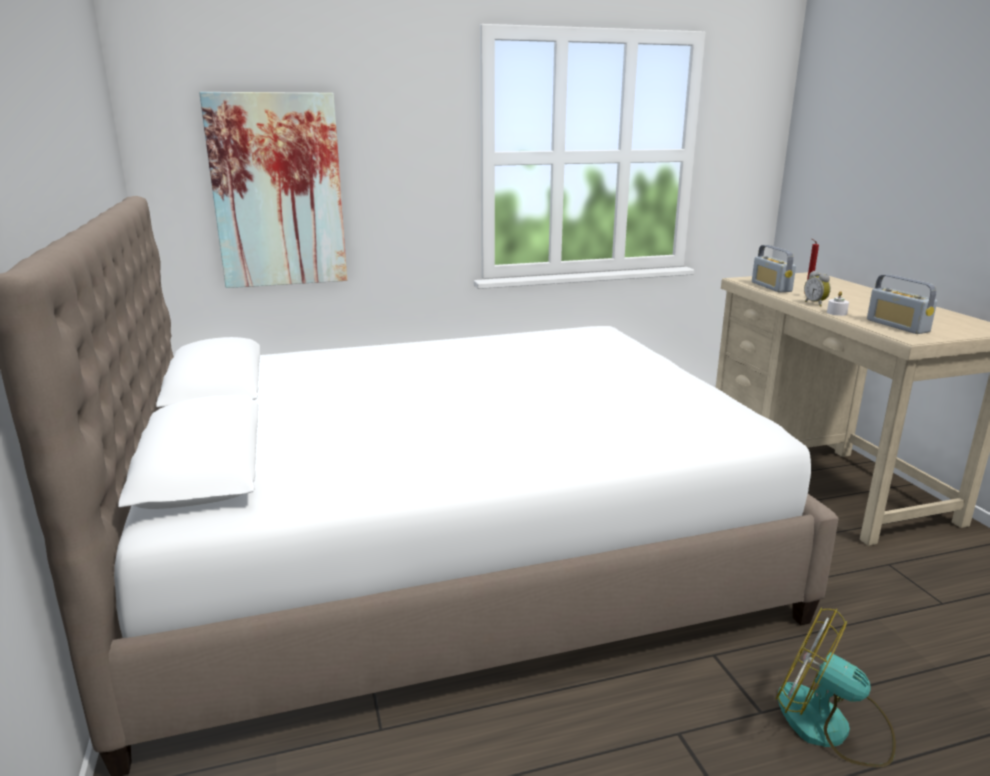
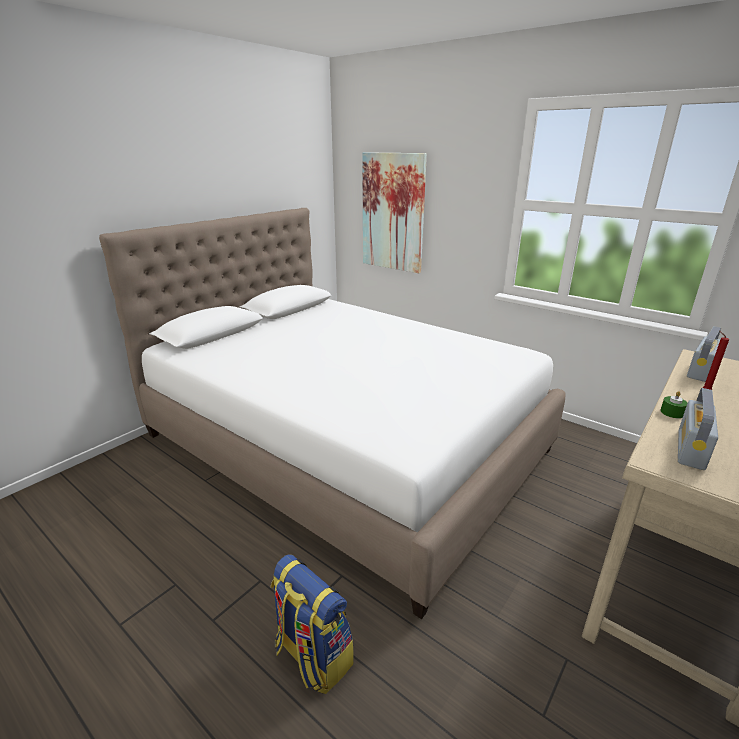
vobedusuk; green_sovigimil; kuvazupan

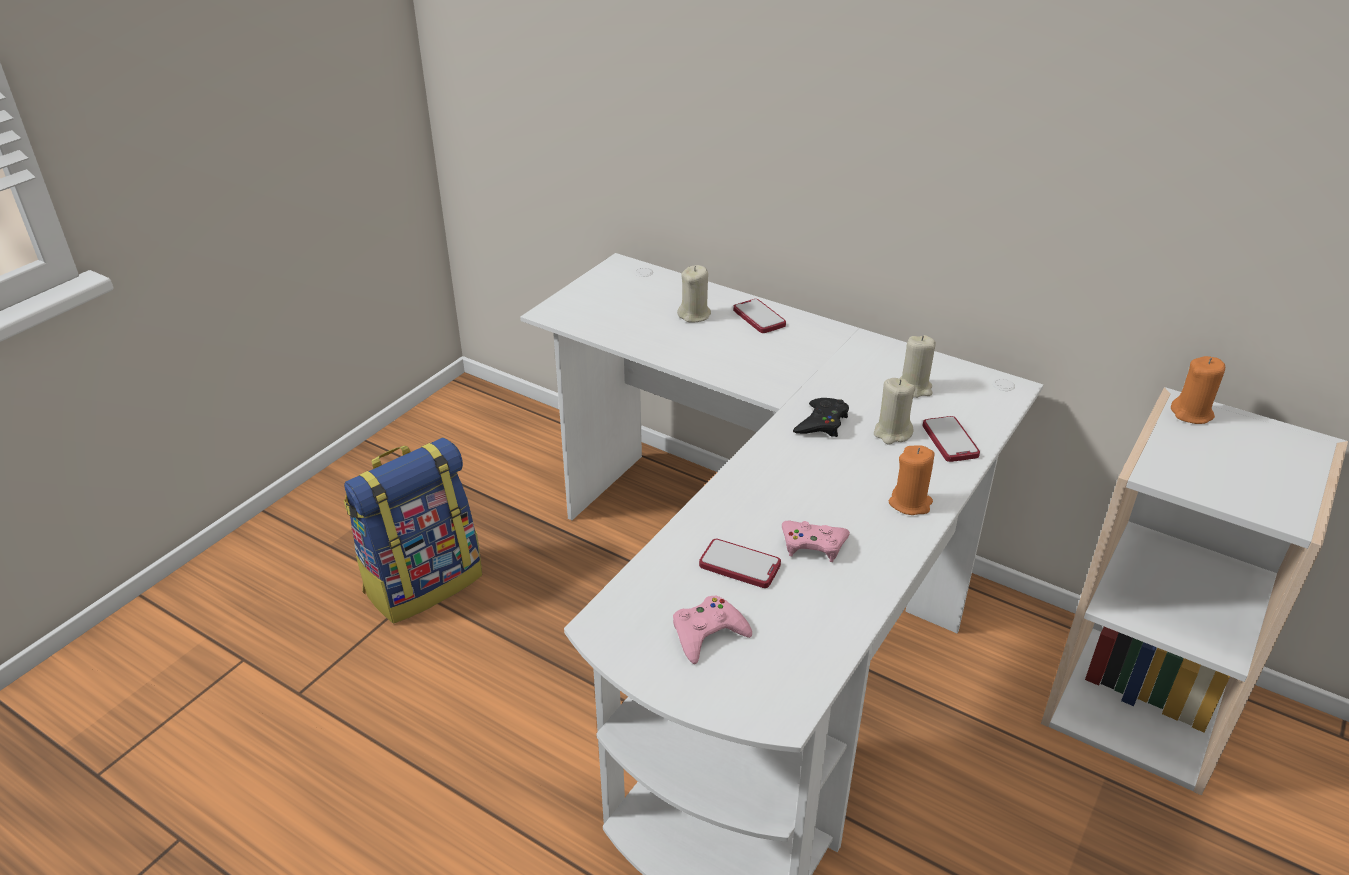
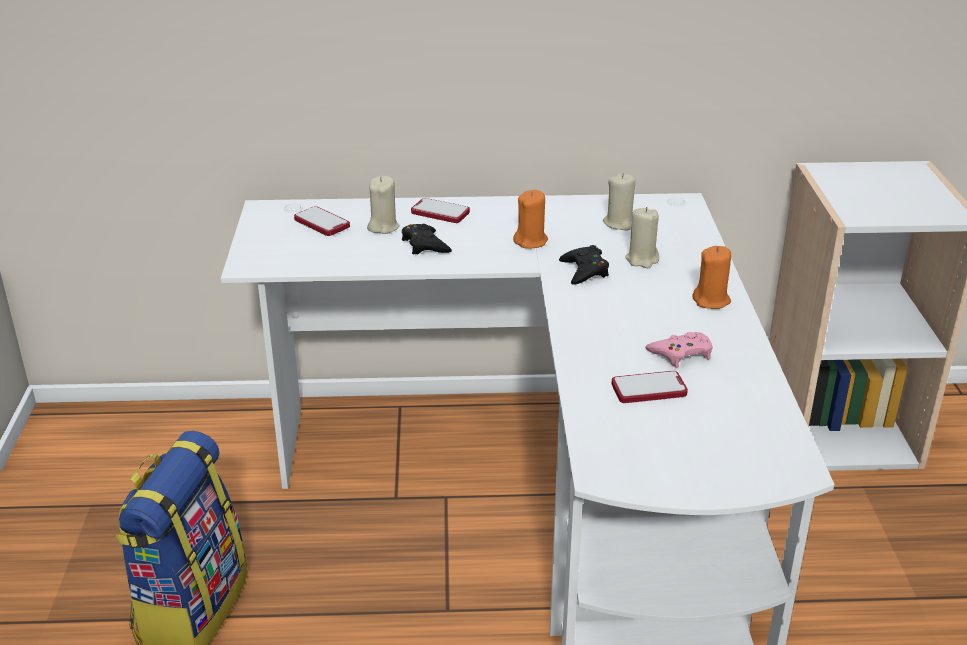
orange_sovigimil (no. 1 from left); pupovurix (no. 1 from left); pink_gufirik (no. 1 from left in the first image); black_gufirik (no. 1 from left)

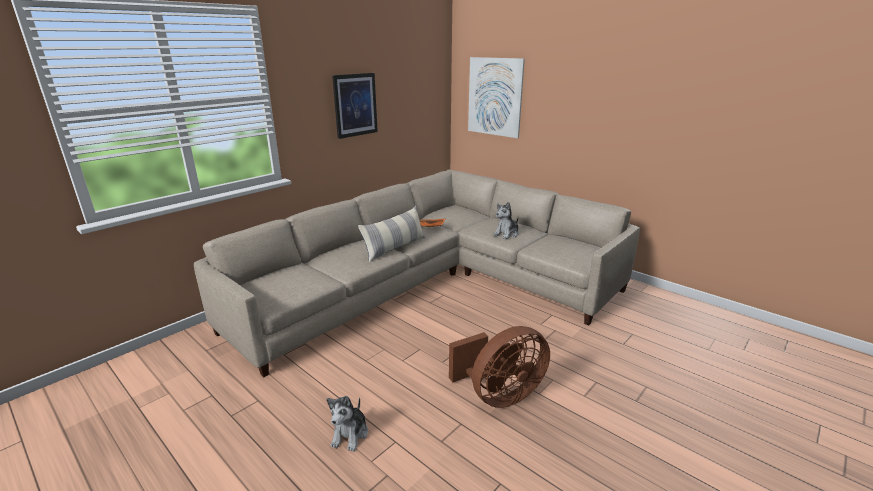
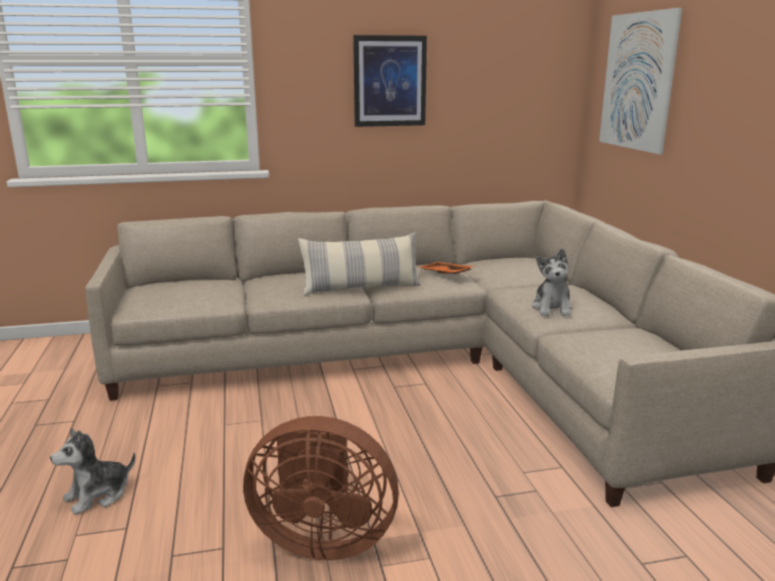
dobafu (no. 2 from left)

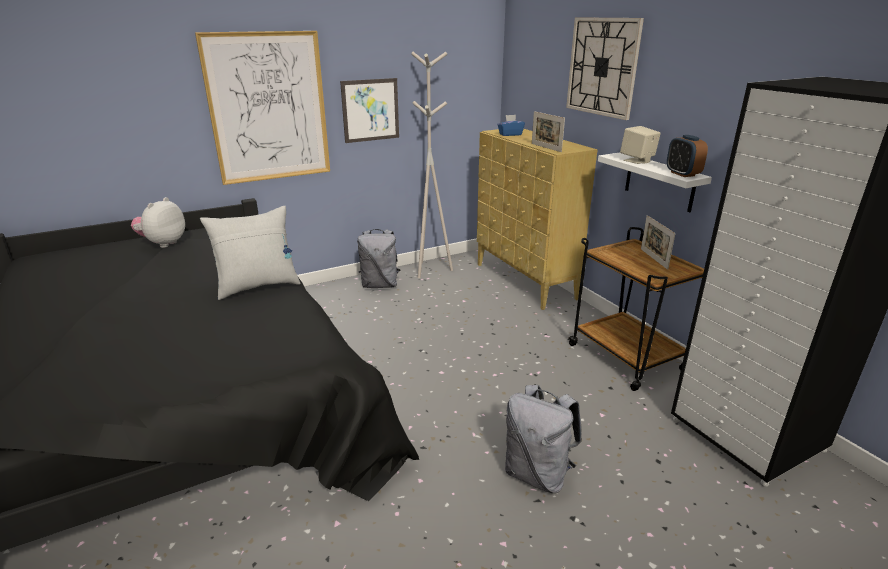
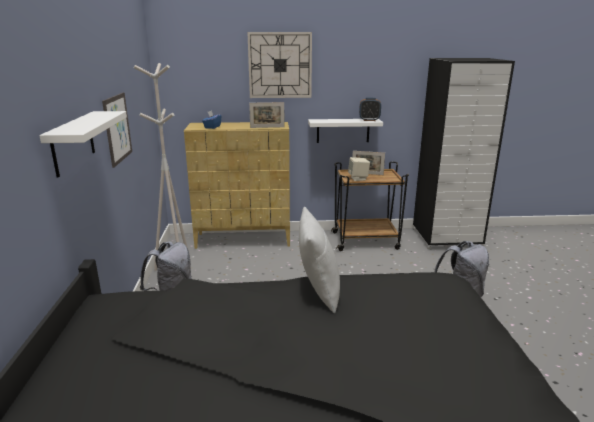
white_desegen (no. 1 from left); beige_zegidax; dobafu

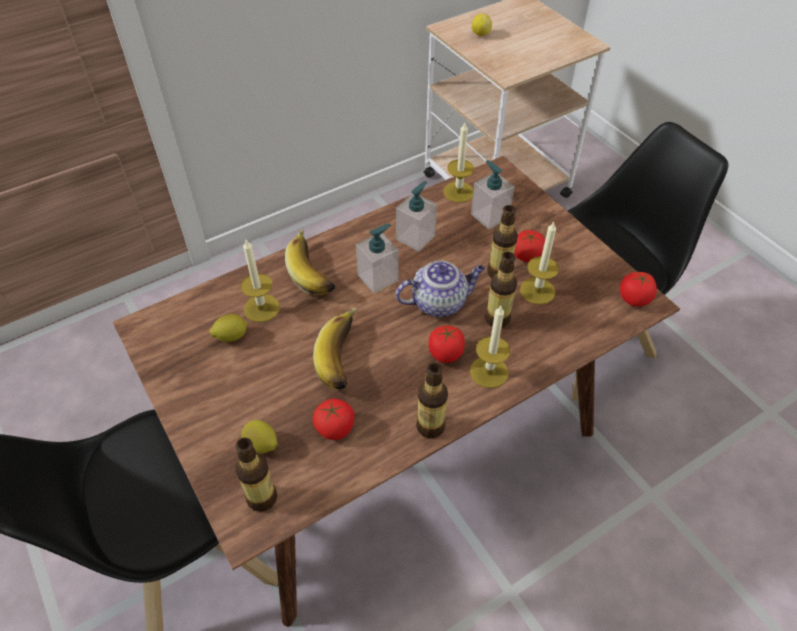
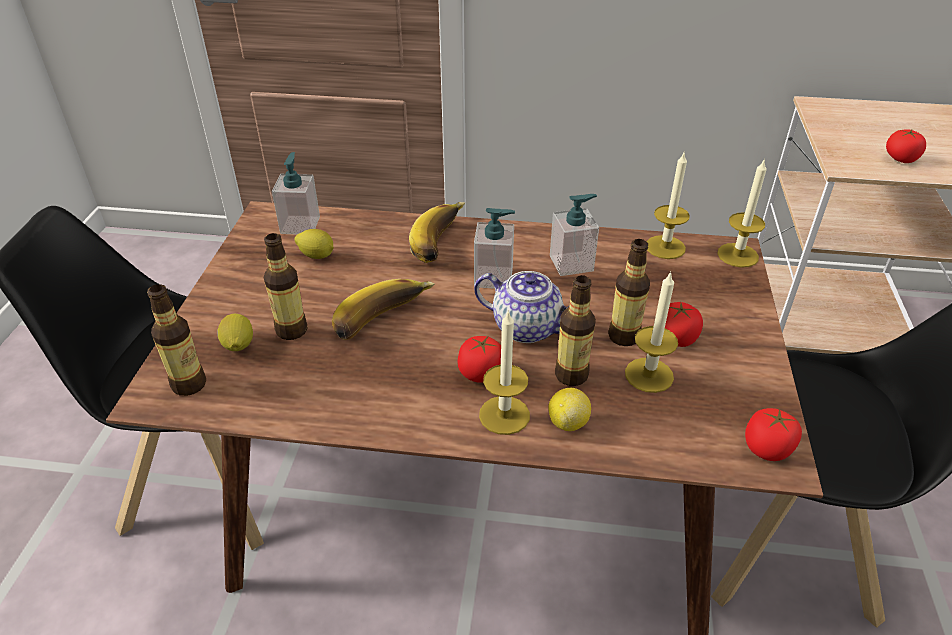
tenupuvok (no. 3 from left); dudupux (no. 1 from left); sovigimil (no. 4 from left); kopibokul (no. 2 from left); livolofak (no. 4 from left)

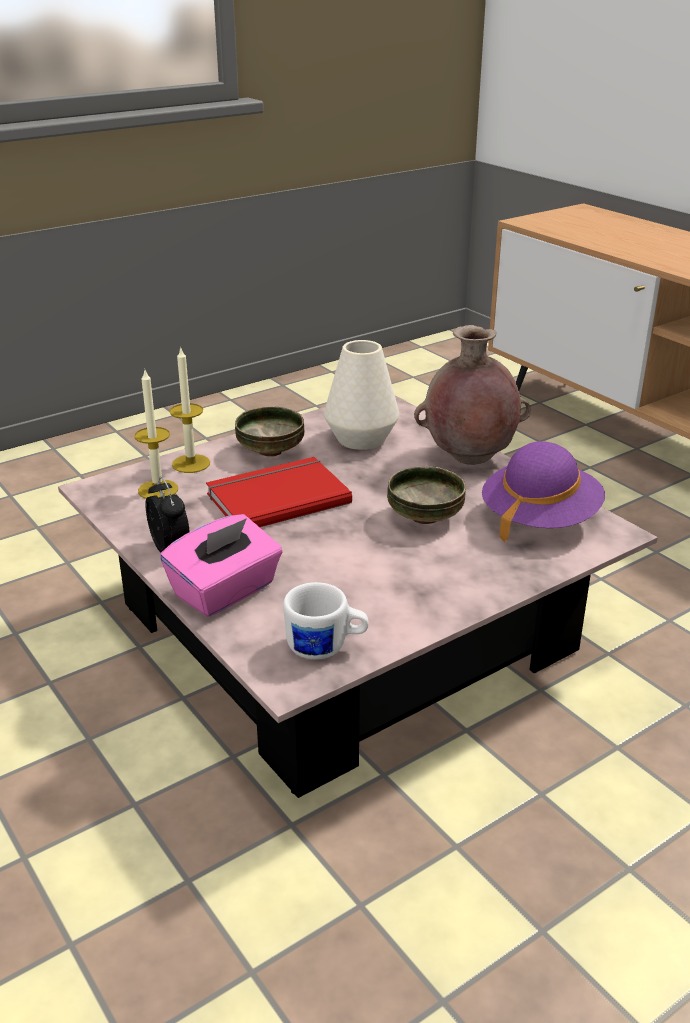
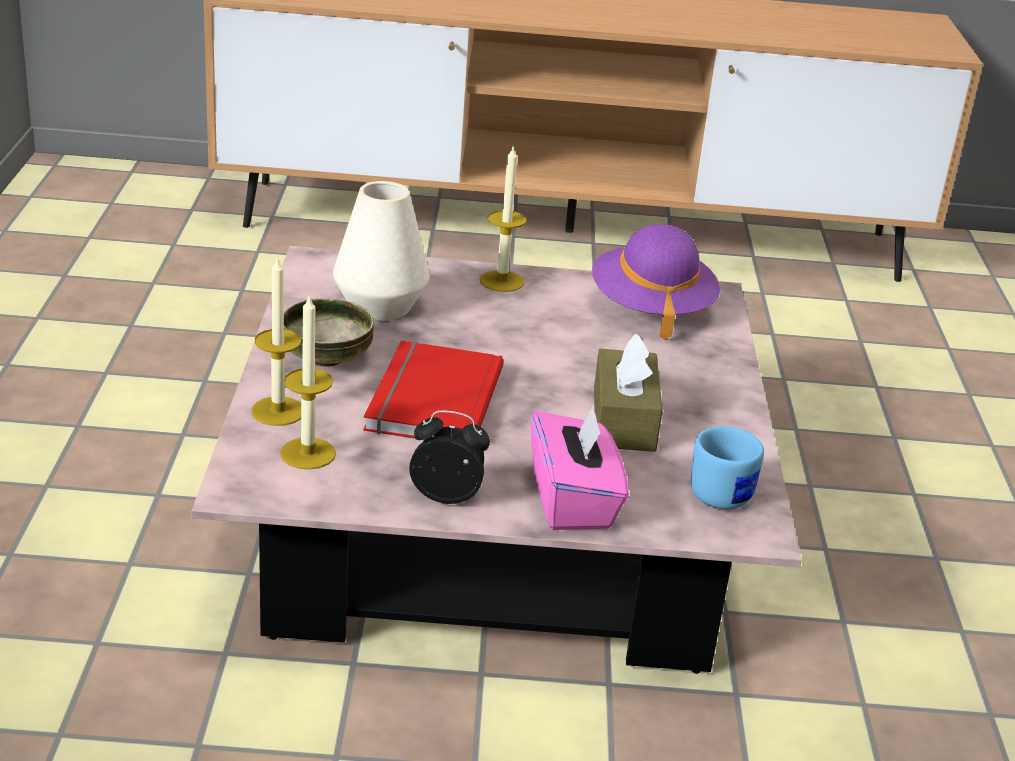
sovigimil (no. 3 from left); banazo (no. 2 from left in the first image); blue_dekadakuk; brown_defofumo

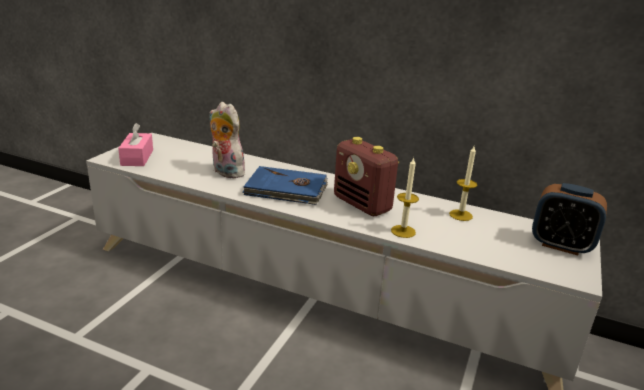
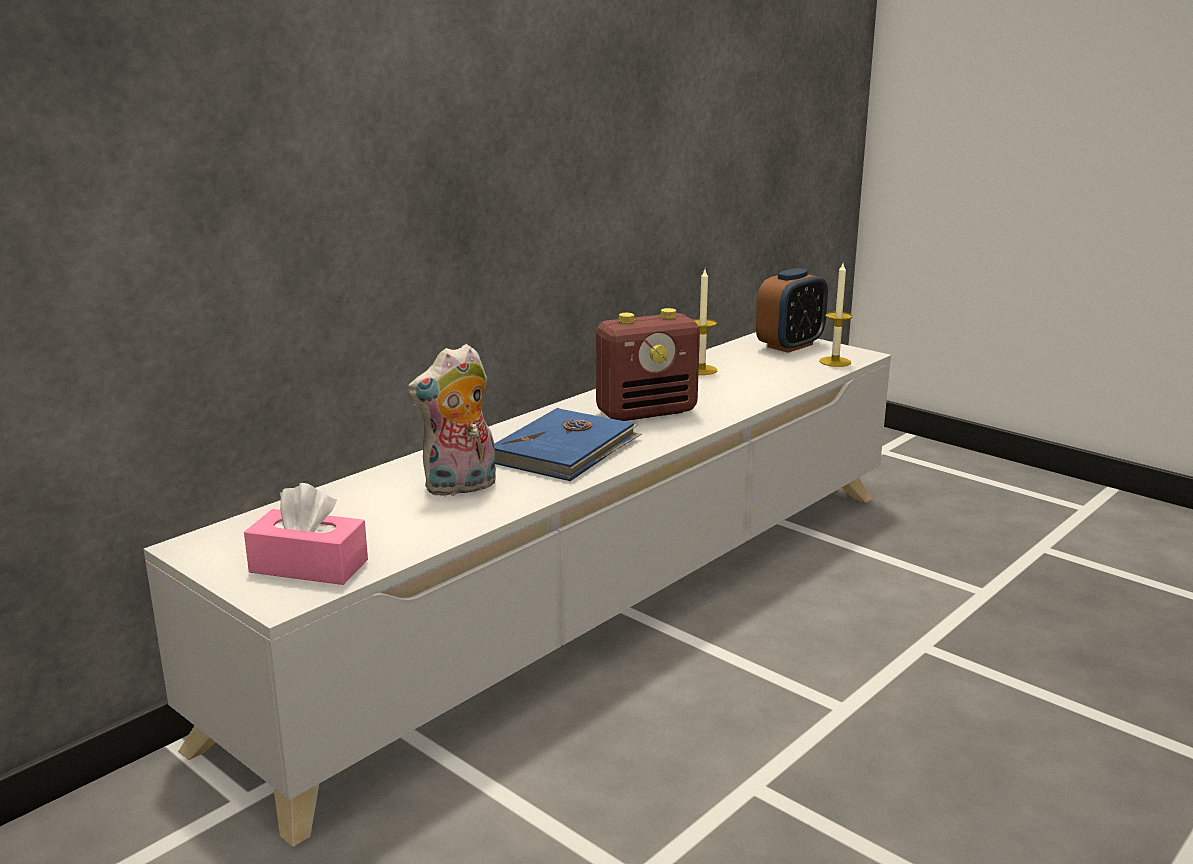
sovigimil (no. 2 from left)

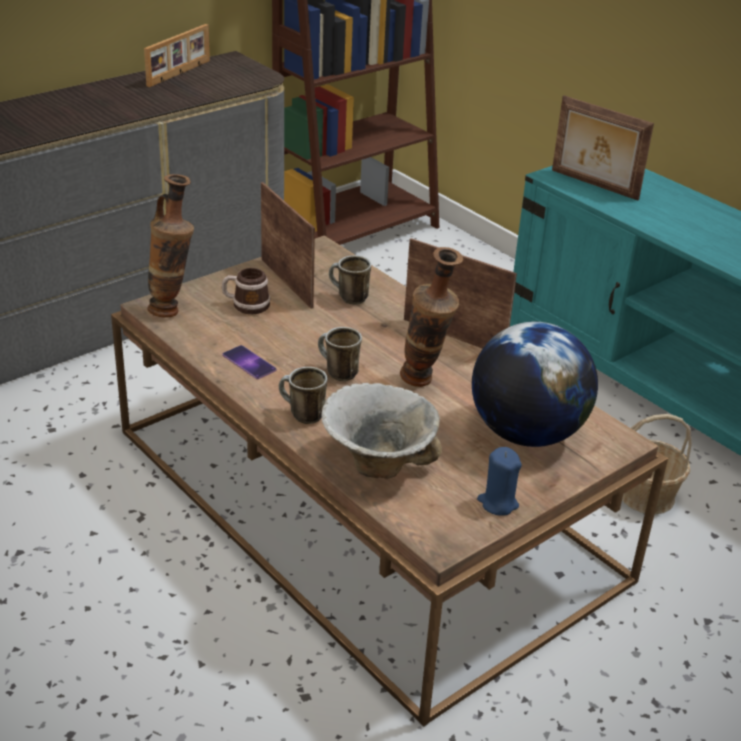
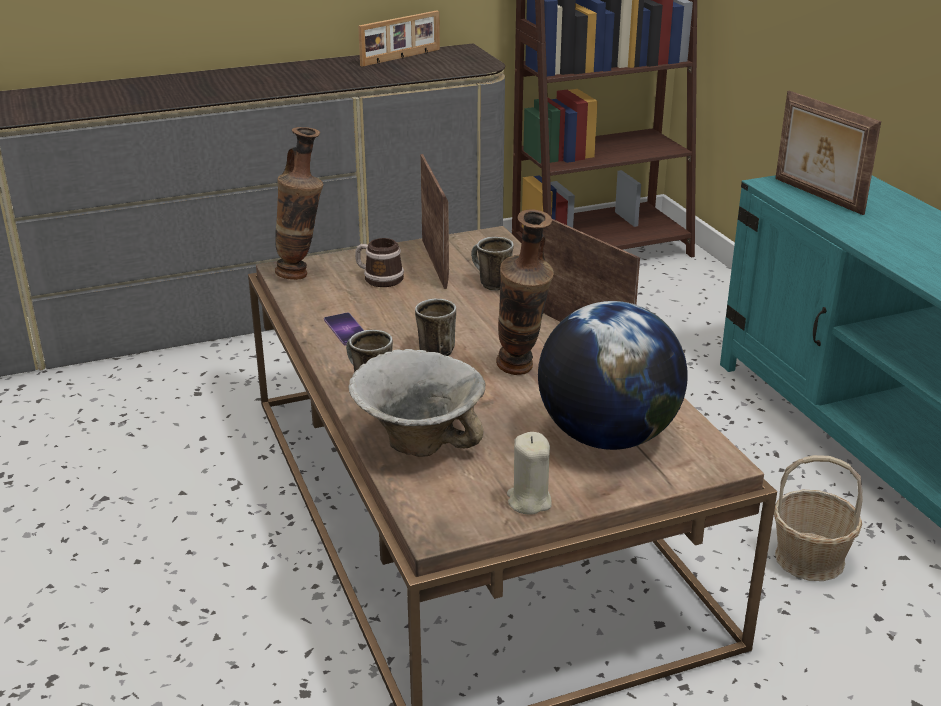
beige_sovigimil

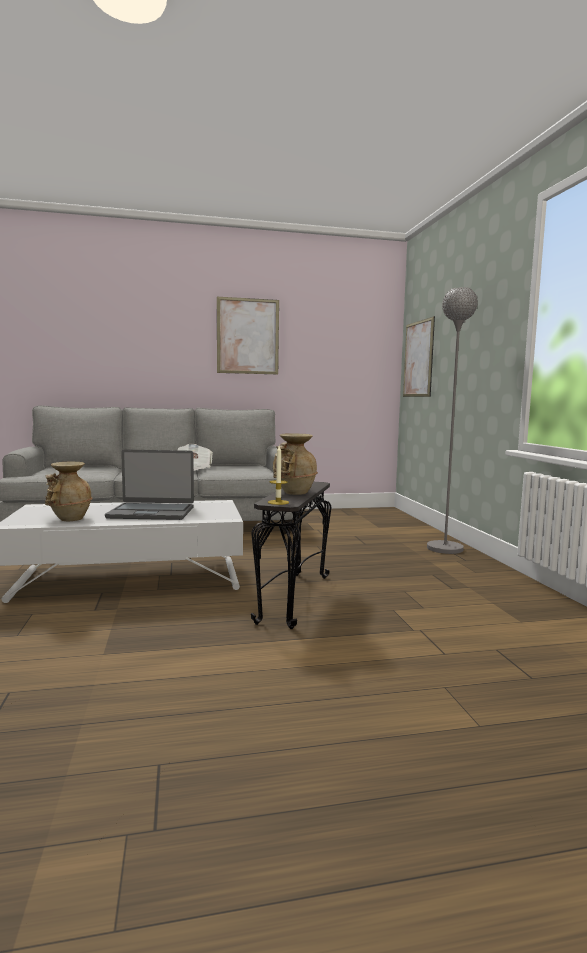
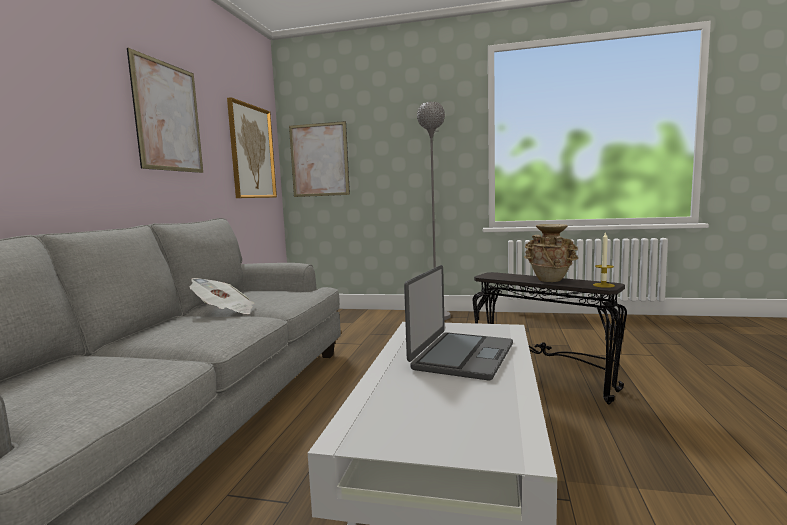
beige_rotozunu (no. 1 from left in the first image); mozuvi (no. 2 from left)

